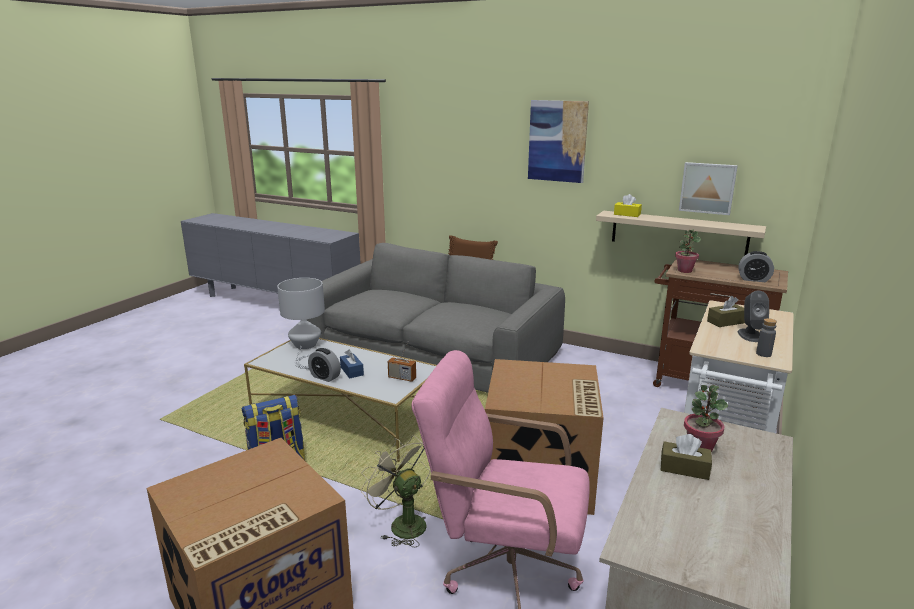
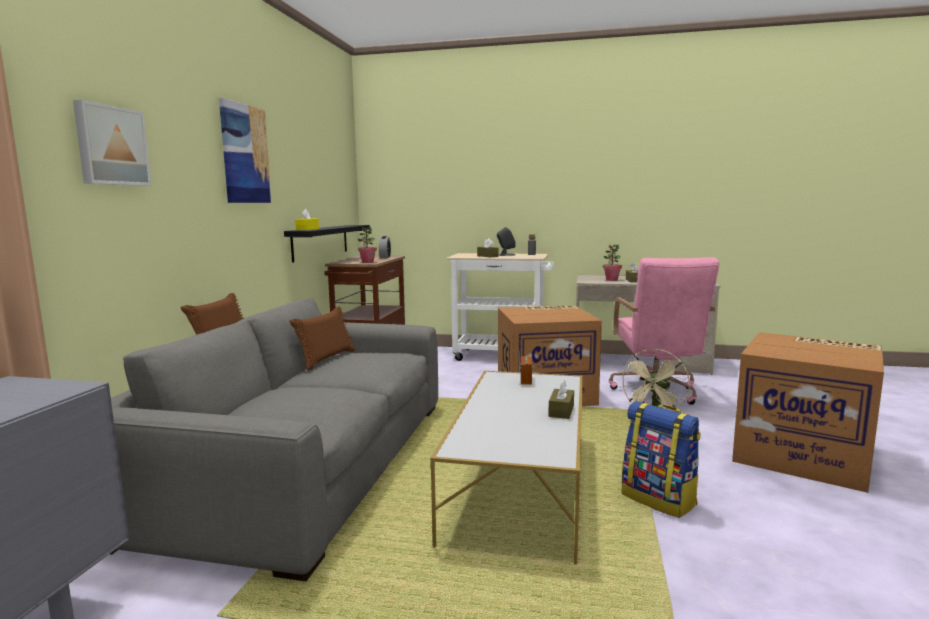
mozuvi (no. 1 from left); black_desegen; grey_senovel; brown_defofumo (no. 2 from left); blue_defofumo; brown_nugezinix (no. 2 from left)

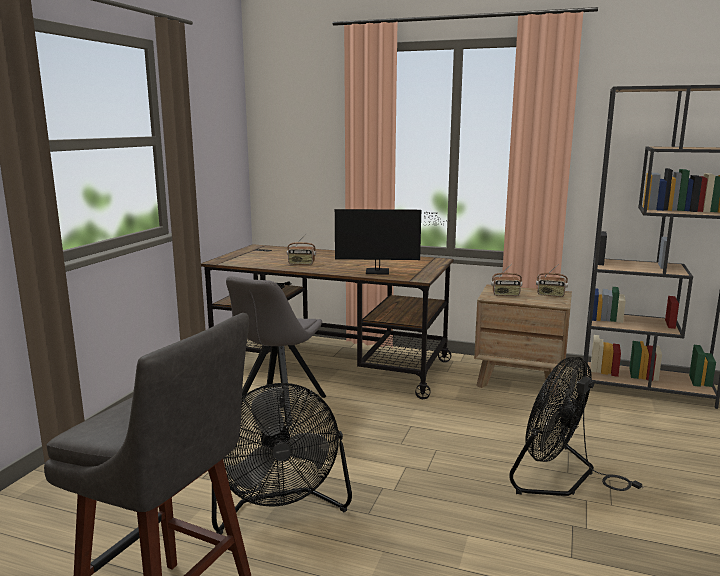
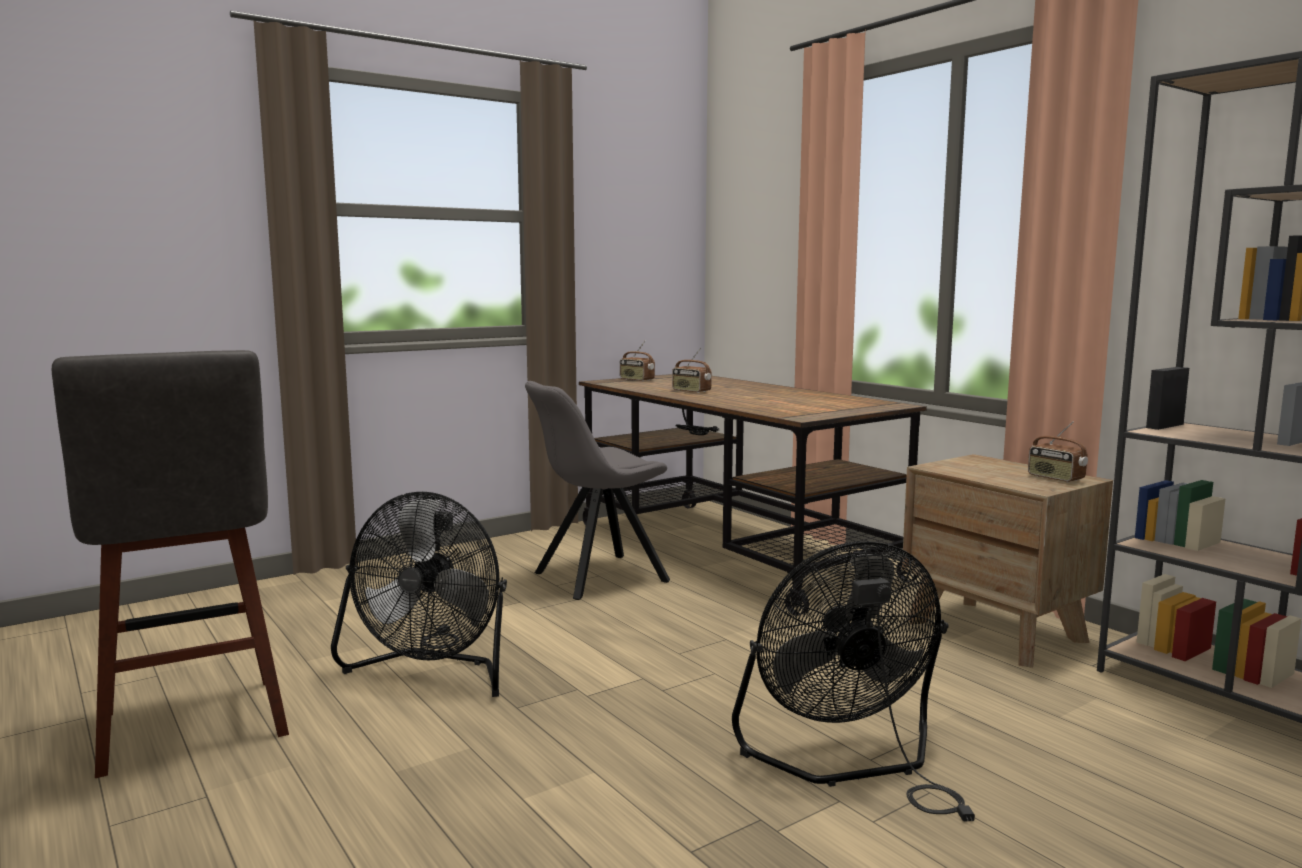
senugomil; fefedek (no. 1 from left)

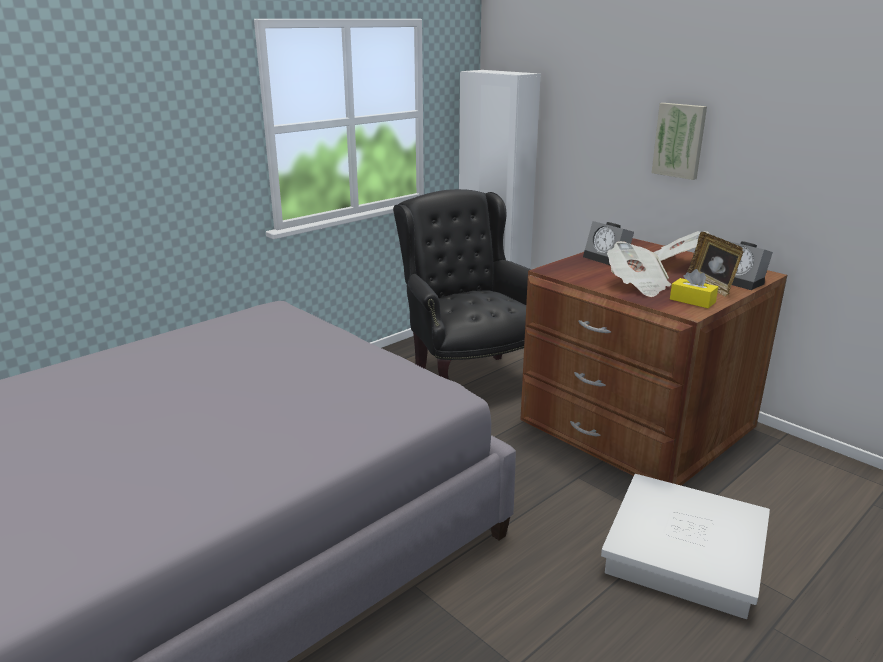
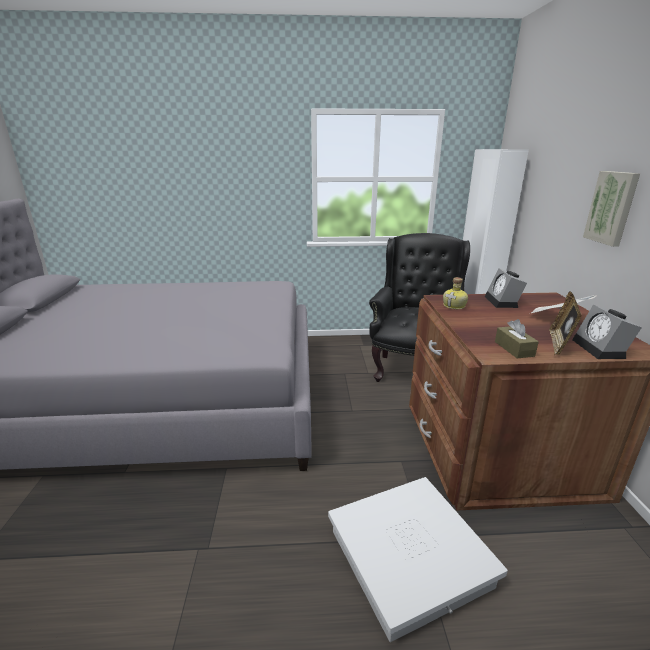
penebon (no. 1 from left in the first image); brown_defofumo; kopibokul

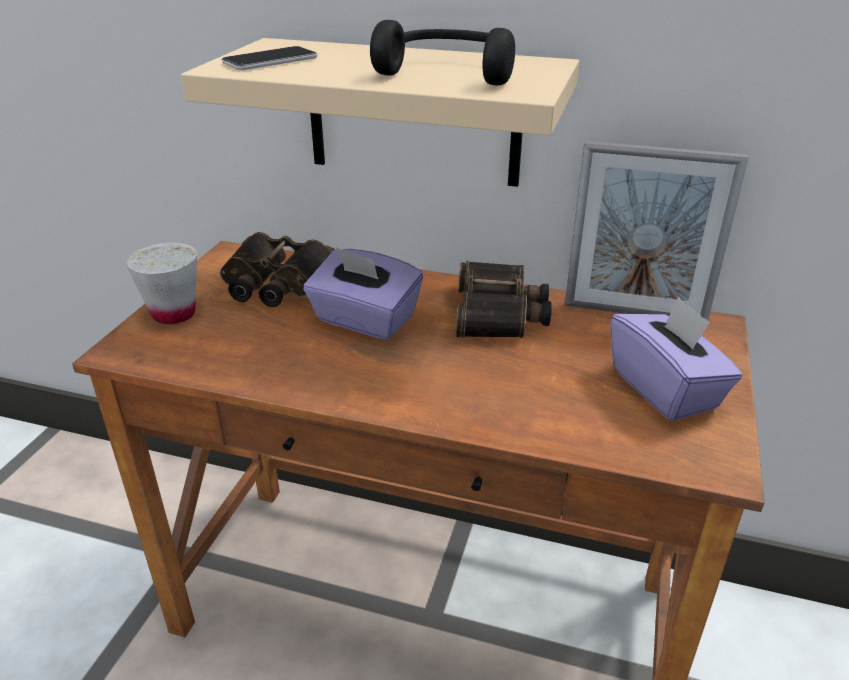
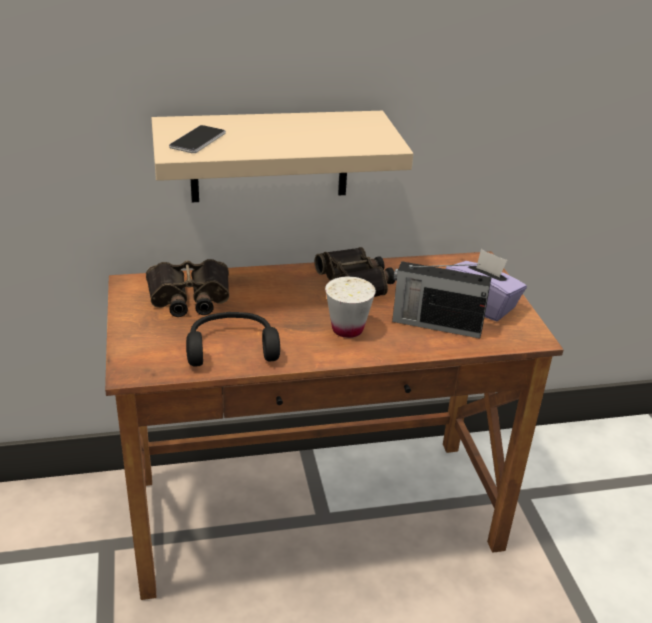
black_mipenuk; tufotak; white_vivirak; purple_defofumo (no. 1 from left in the first image); fefedek

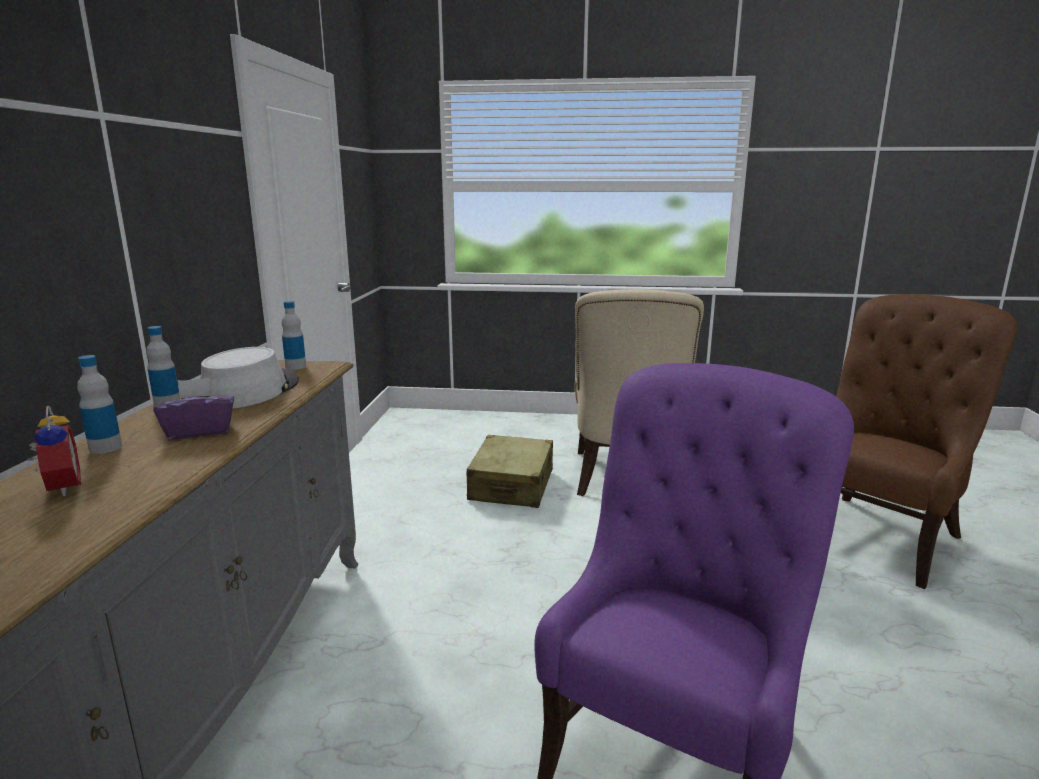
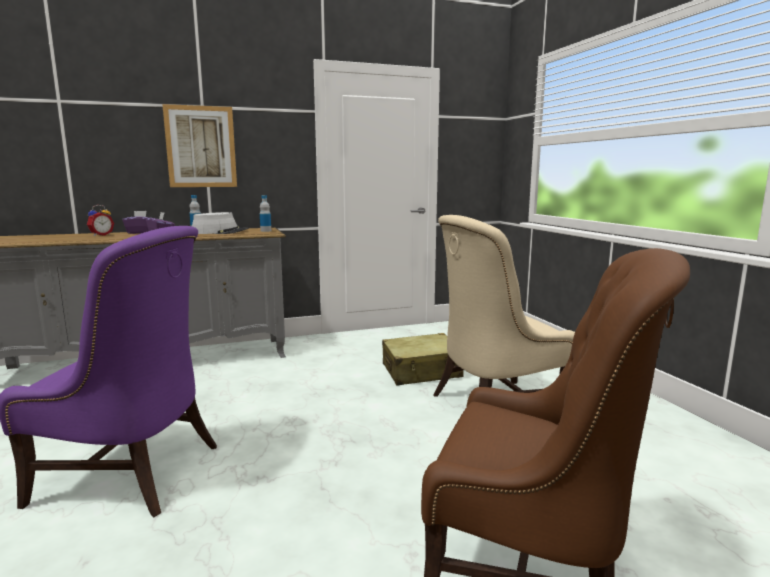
purple_defofumo (no. 1 from left); mozuvi

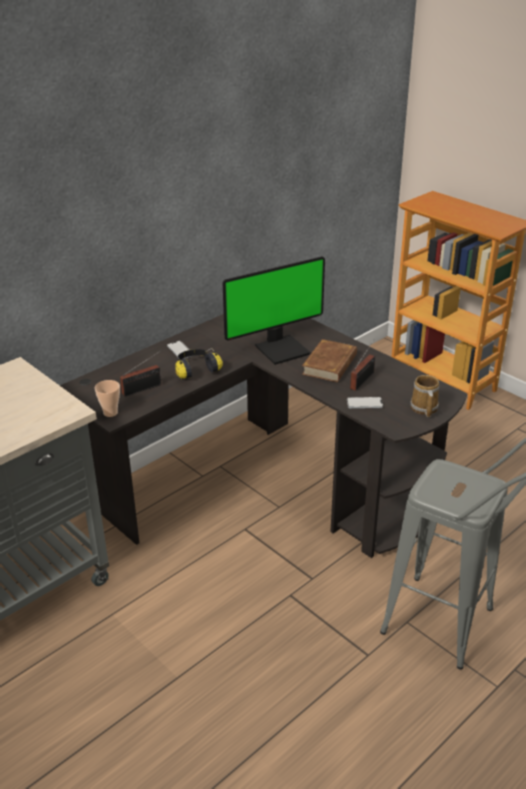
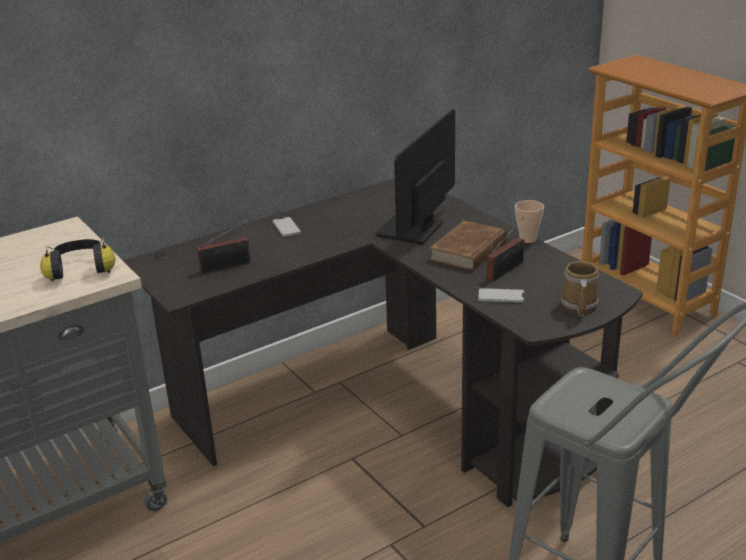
senugomil; mipenuk; vivirak

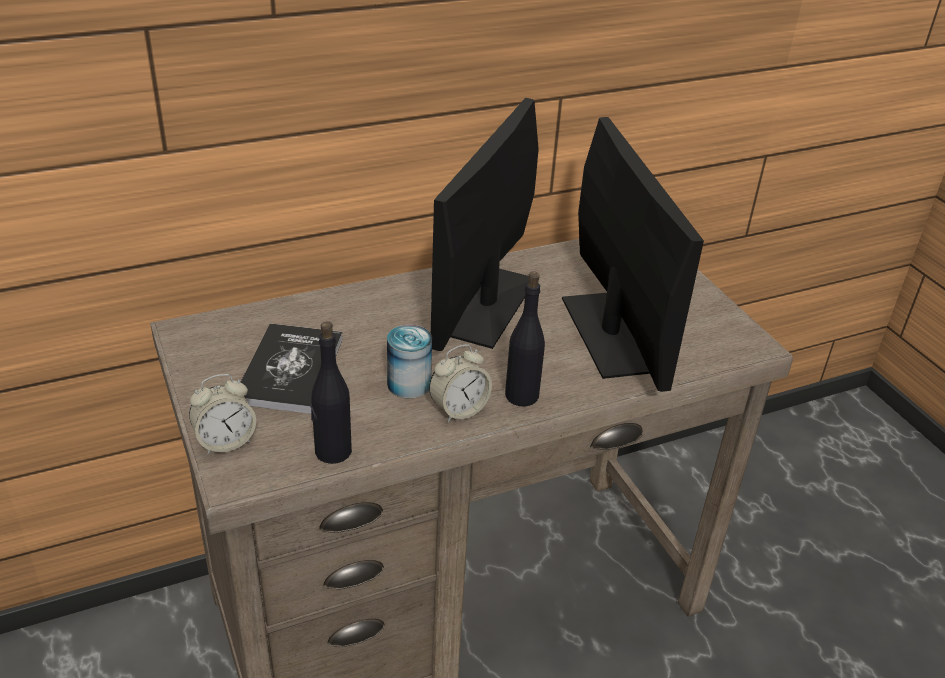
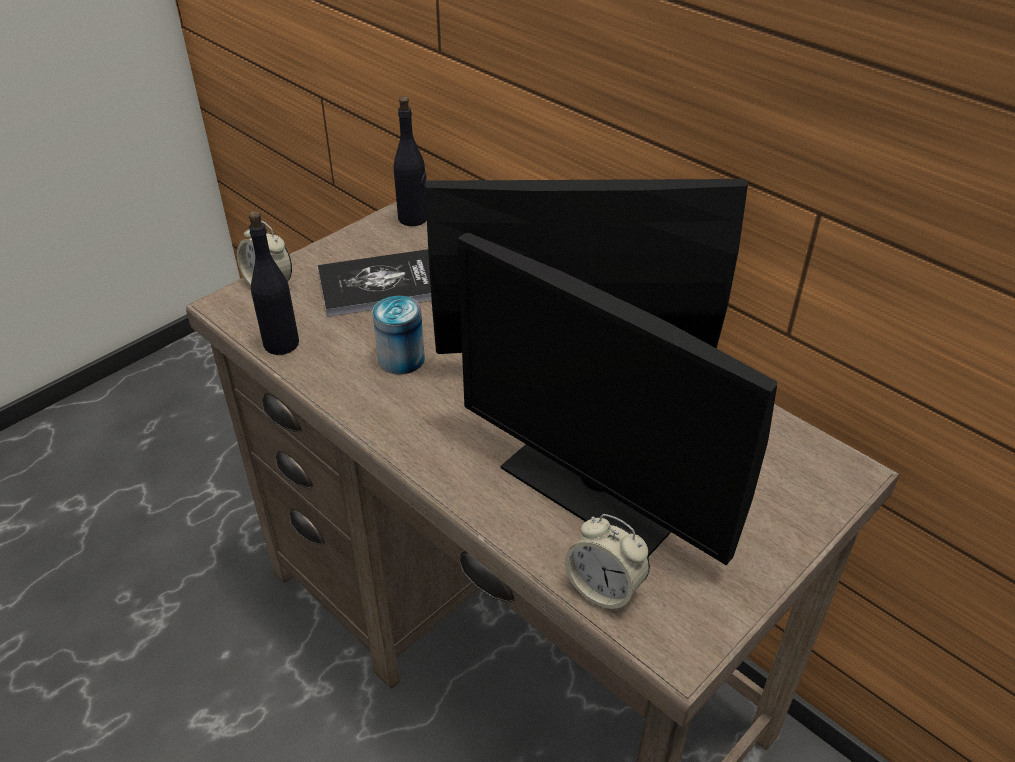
senugomil (no. 2 from left); black_kopibokul (no. 2 from left); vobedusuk (no. 2 from left)

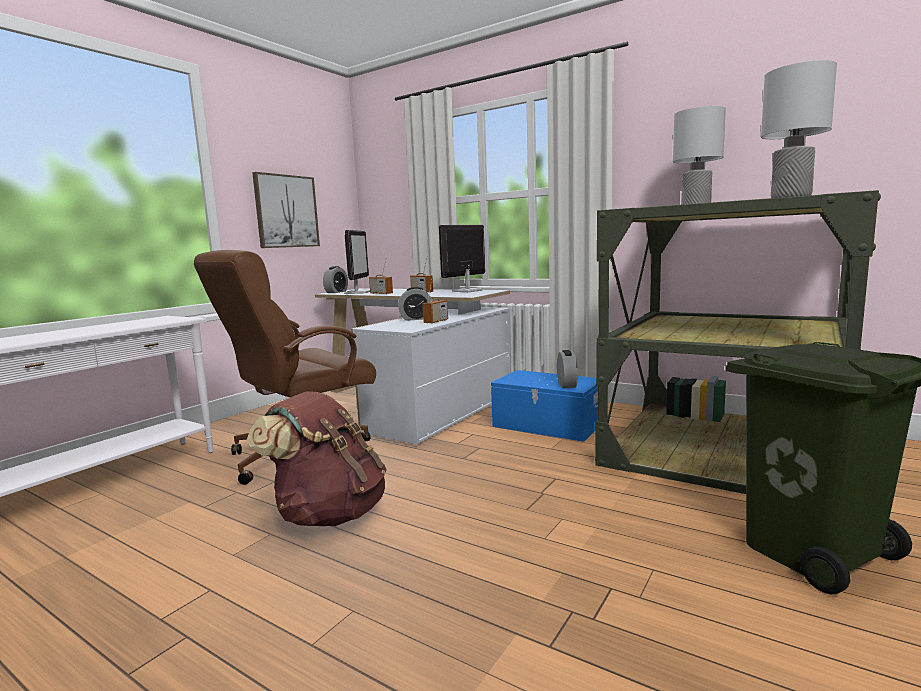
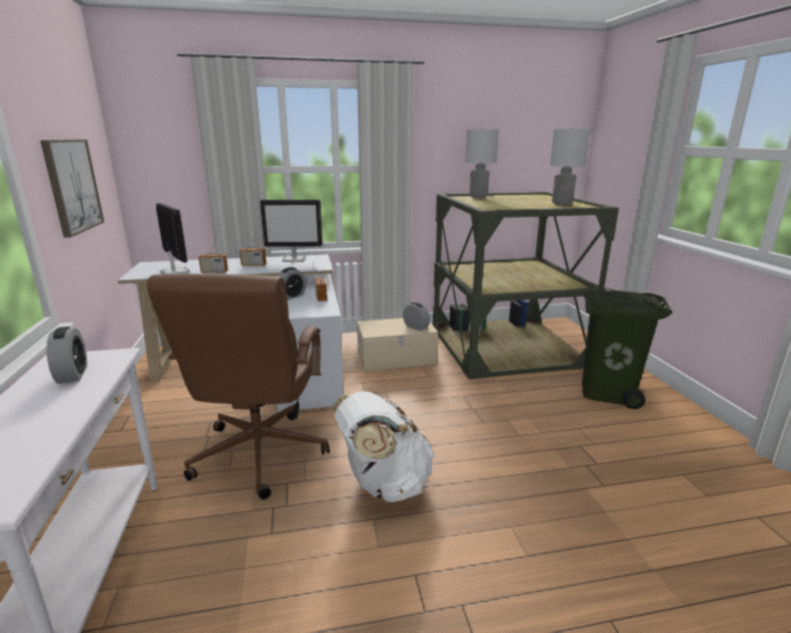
senugomil (no. 2 from left); vobedusuk (no. 1 from left); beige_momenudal; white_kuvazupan

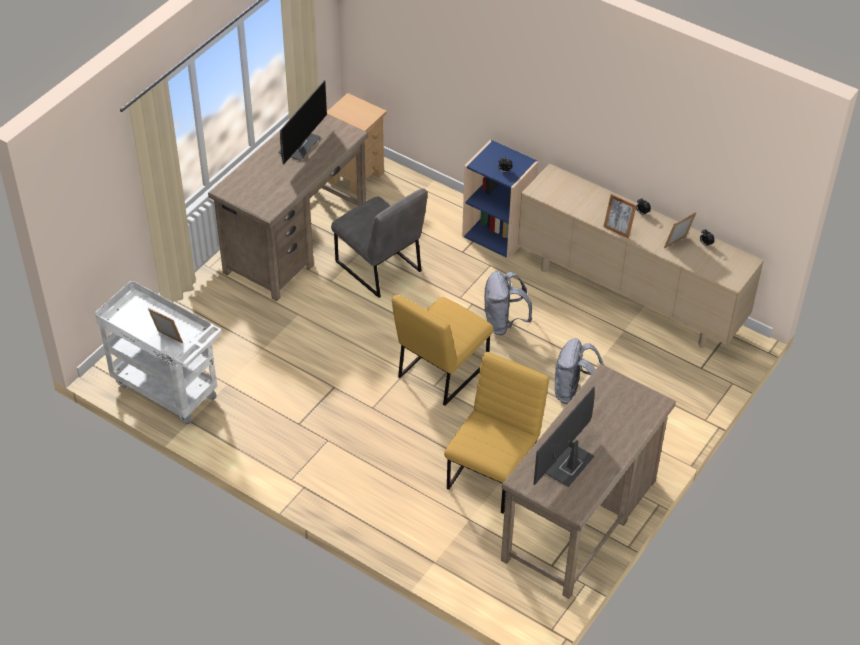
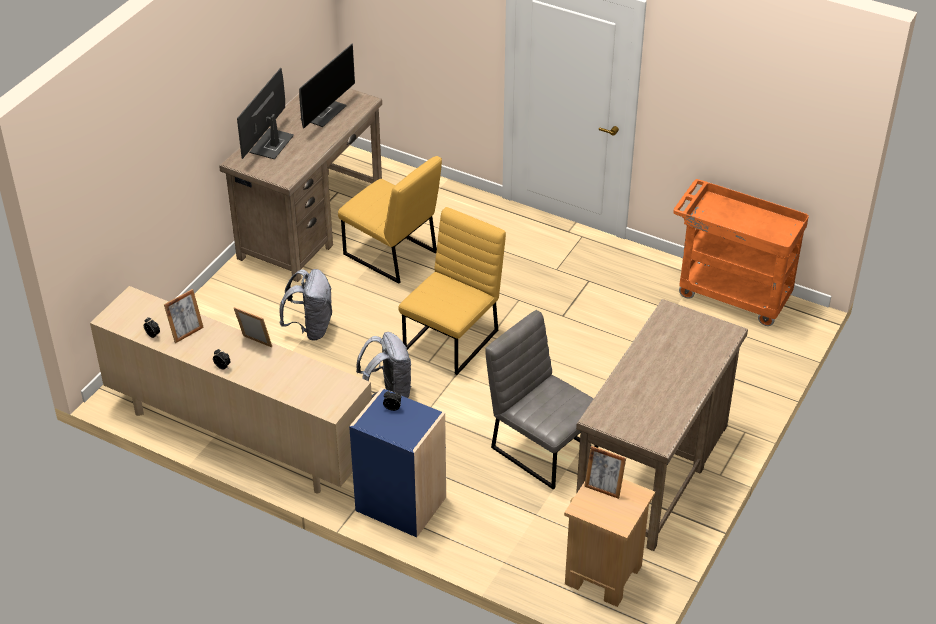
senugomil (no. 1 from left); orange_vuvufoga; tufotak (no. 3 from left); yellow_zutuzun (no. 1 from left)

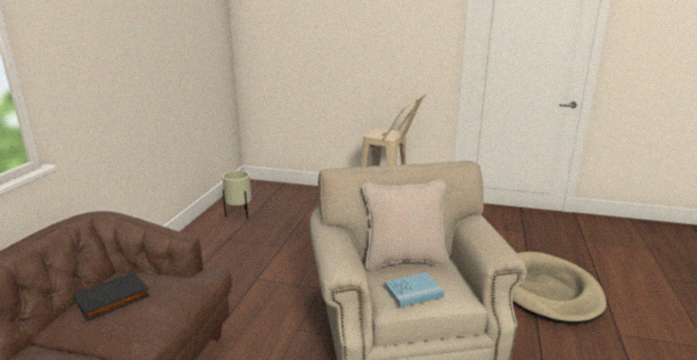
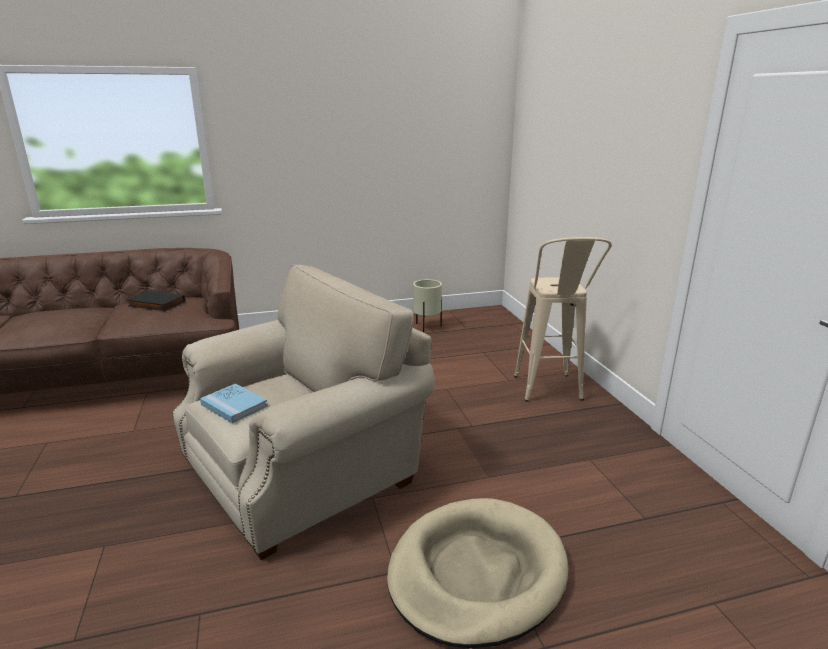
beige_nugezinix

